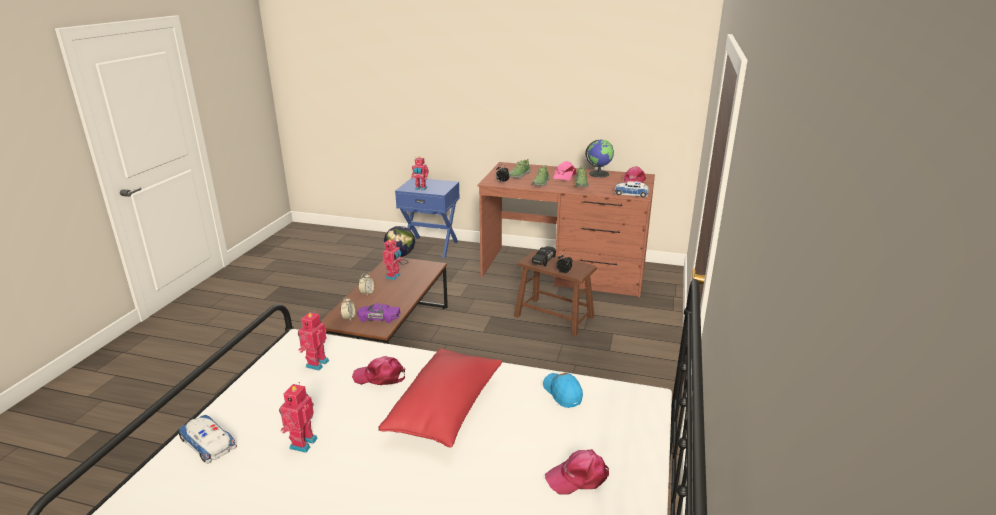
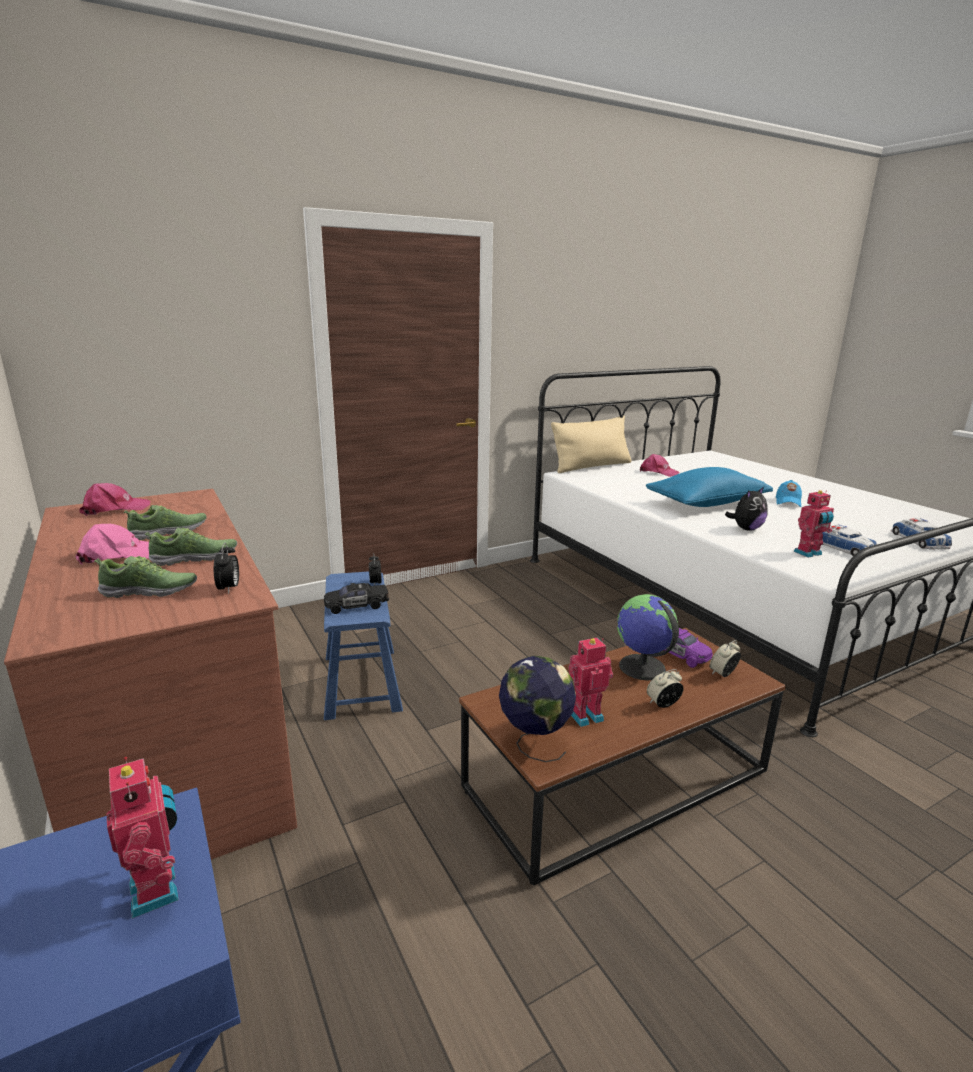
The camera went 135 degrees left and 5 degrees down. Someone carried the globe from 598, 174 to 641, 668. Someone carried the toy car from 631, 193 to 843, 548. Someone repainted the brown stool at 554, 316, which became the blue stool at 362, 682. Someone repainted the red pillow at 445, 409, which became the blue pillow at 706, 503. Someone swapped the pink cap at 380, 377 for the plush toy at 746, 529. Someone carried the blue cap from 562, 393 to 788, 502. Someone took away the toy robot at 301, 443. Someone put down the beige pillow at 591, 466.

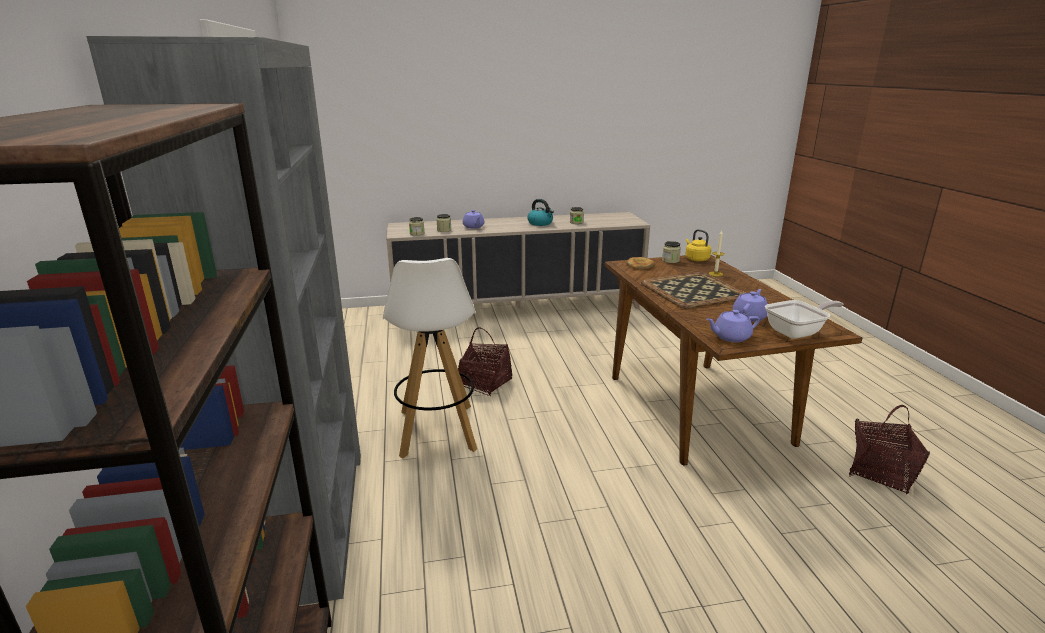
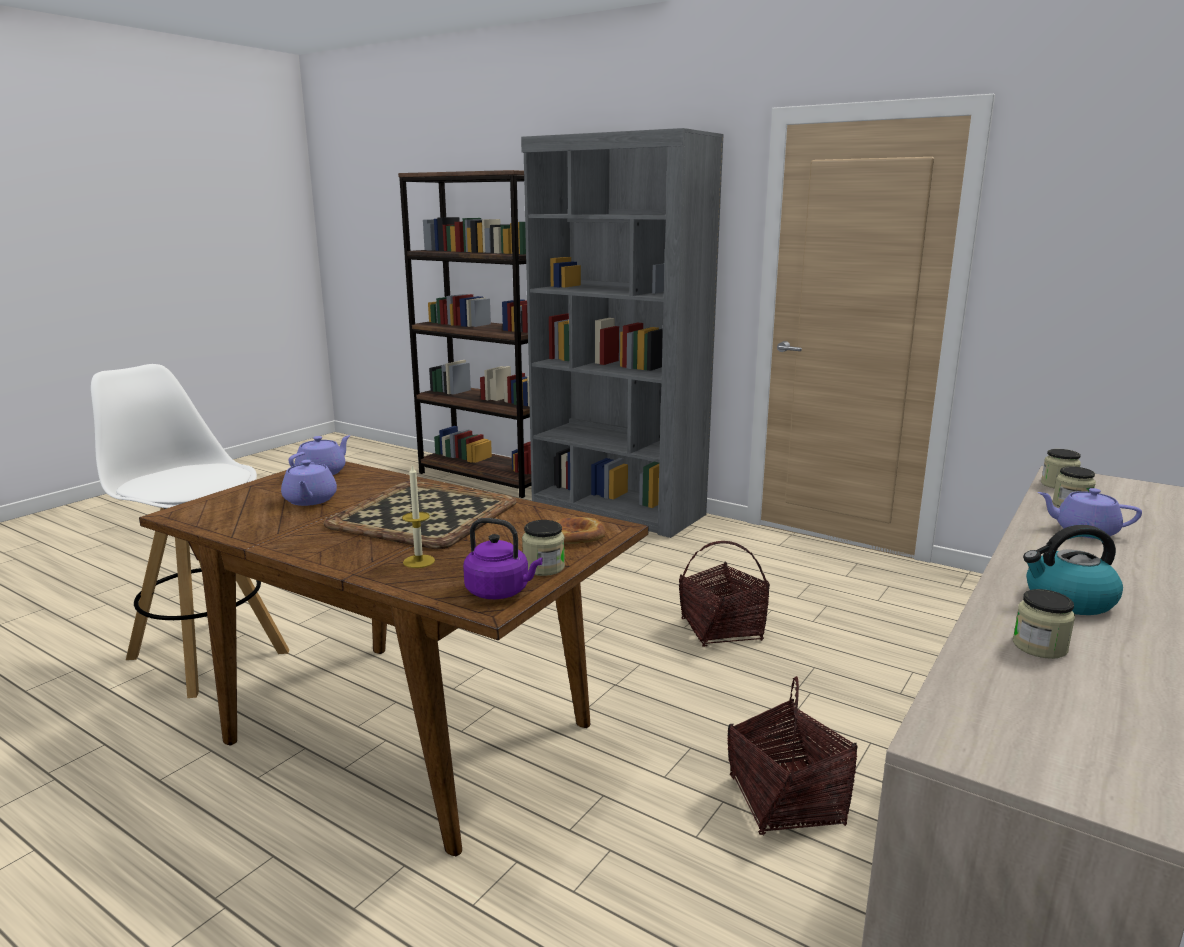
The camera went 135 degrees right and 5 degrees down. Someone repainted the yellow kettle at 696, 259, which became the purple kettle at 500, 592. Someone carried the white stool from 437, 431 to 207, 654. Someone took away the frying pan at 798, 332. Someone carried the basket from 880, 472 to 785, 801.

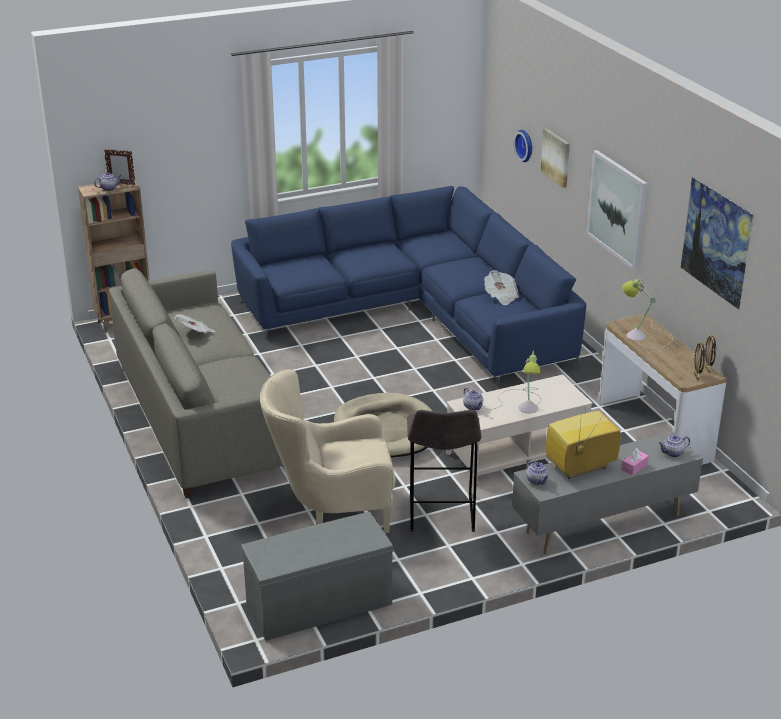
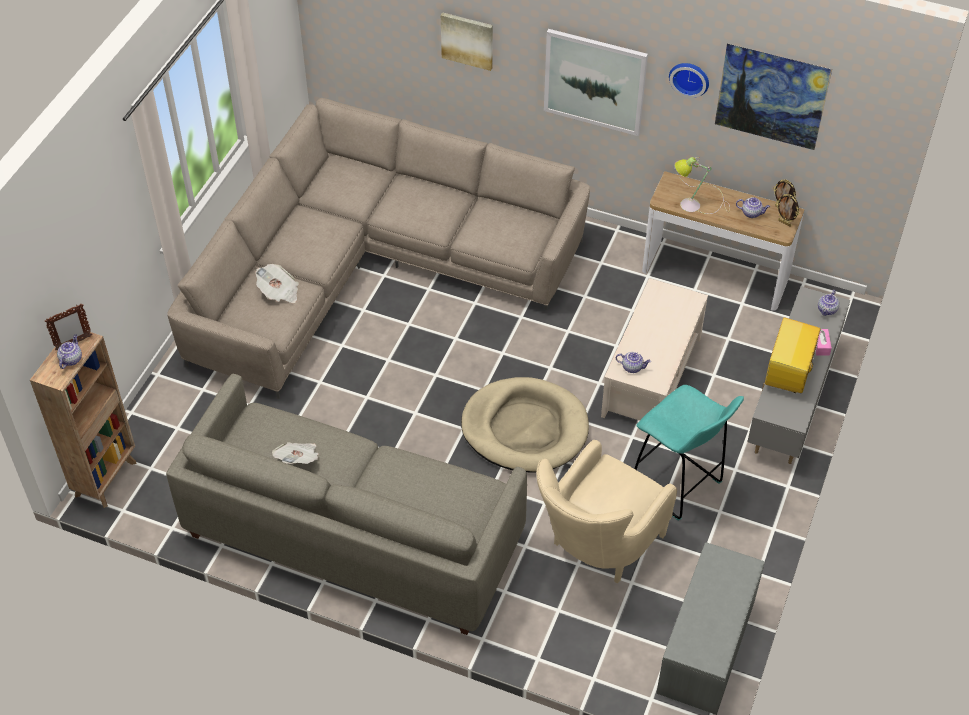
The camera went 45 degrees left and 20 degrees up. Someone carried the wall clock from 525, 145 to 690, 78. Someone repainted the blue sofa at 417, 313, which became the beige sofa at 370, 267. Someone carried the newspaper from 501, 296 to 279, 292. Someone took away the table lamp at 524, 403. Someone repainted the grey stool at 441, 515, which became the turquoise stool at 678, 485. Someone carried the teapot from 537, 481 to 751, 213.

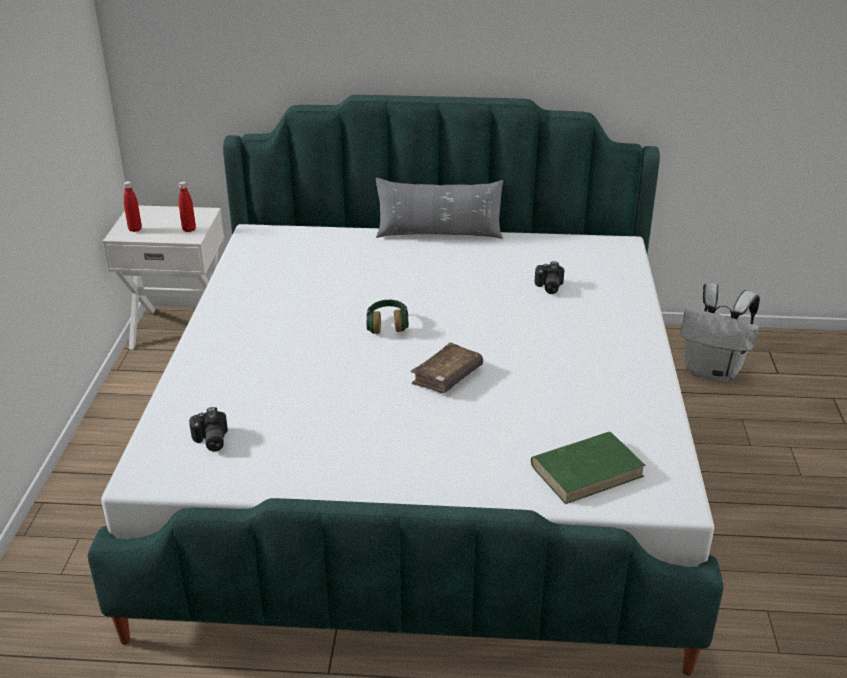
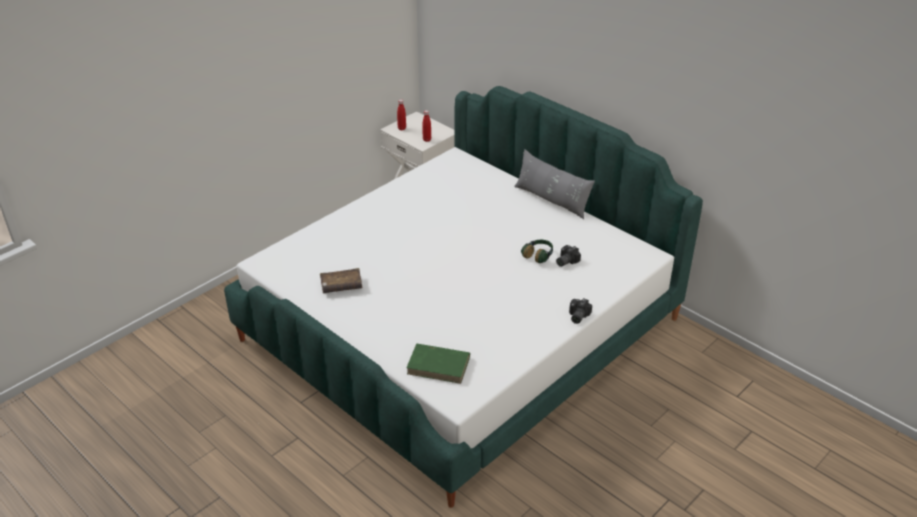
The camera went 40 degrees right and 5 degrees up. Someone took away the white backpack at 713, 372. Someone carried the headphones from 387, 324 to 538, 255. Someone carried the brown book from 447, 377 to 341, 286. Someone carried the photo camera from 210, 441 to 577, 316.

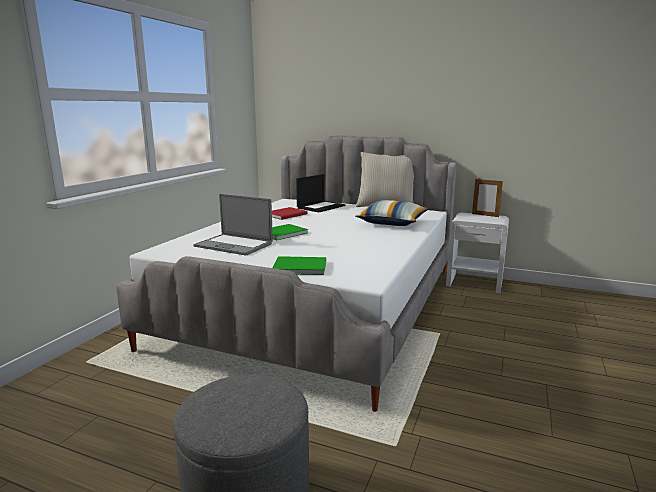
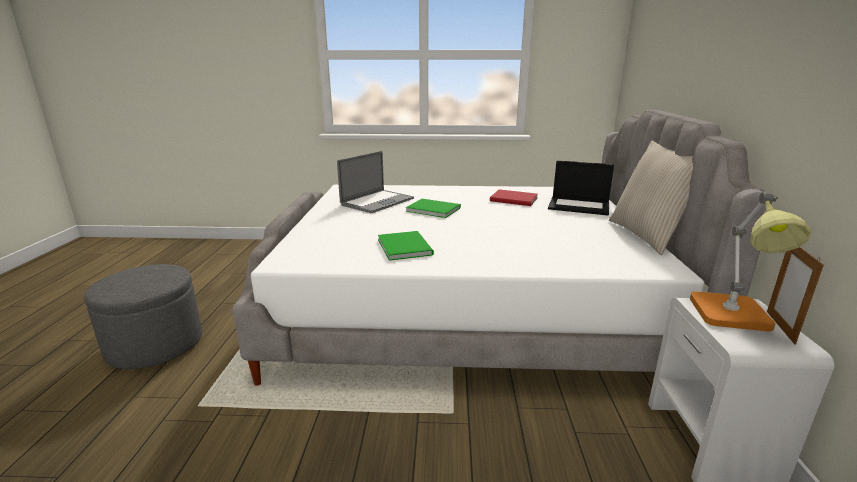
The camera went 70 degrees right and 5 degrees up. Someone rotated the laptop at 233, 245 by 150 degrees counterclockwise. Someone took away the pillow at 392, 223. Someone carried the green book from 298, 267 to 405, 246. Someone put down the table lamp at 733, 318.

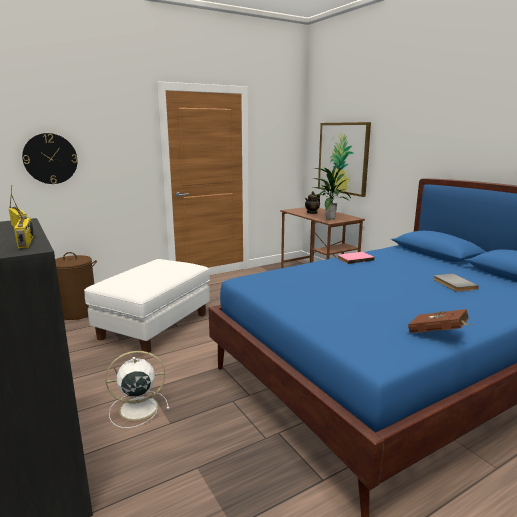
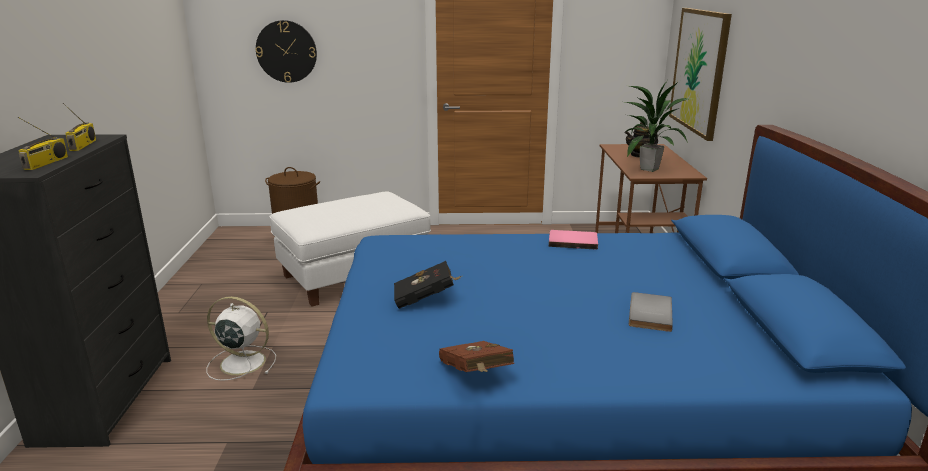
The camera went 30 degrees right and 5 degrees up. Someone put down the black book at 426, 300.

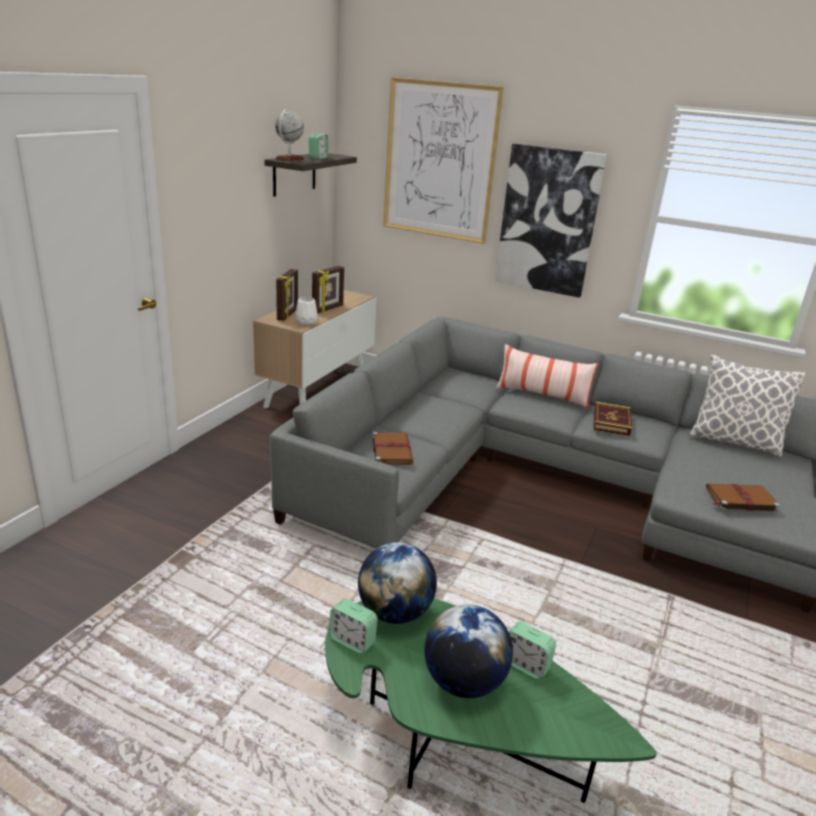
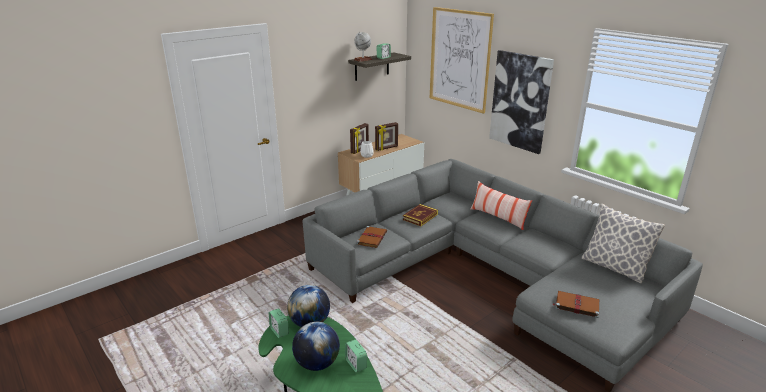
The camera went 25 degrees right and 0 degrees up. Someone carried the book from 611, 422 to 420, 217.

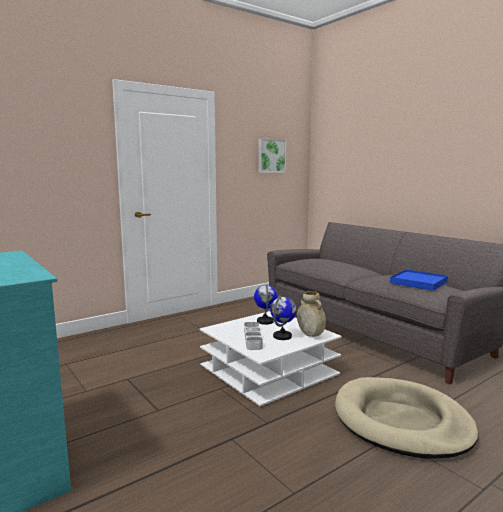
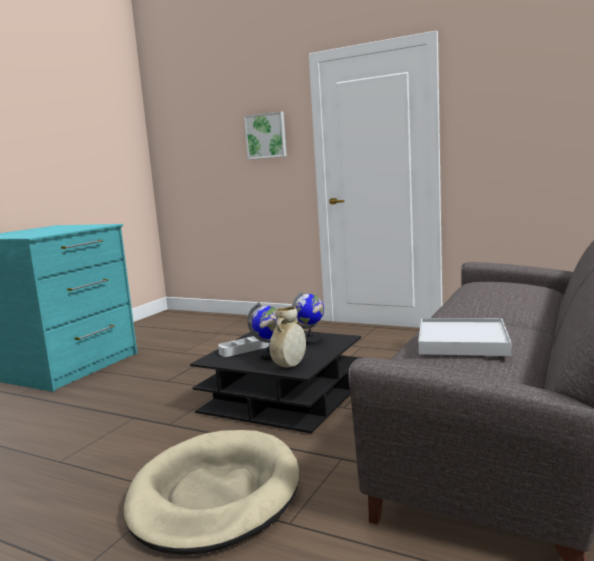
The camera went 65 degrees right and 0 degrees up. Someone carried the picture from 271, 156 to 266, 136. Someone repainted the blue tray at 418, 282, which became the white tray at 462, 341. Someone repainted the white coffee table at 268, 370, which became the black coffee table at 283, 397.

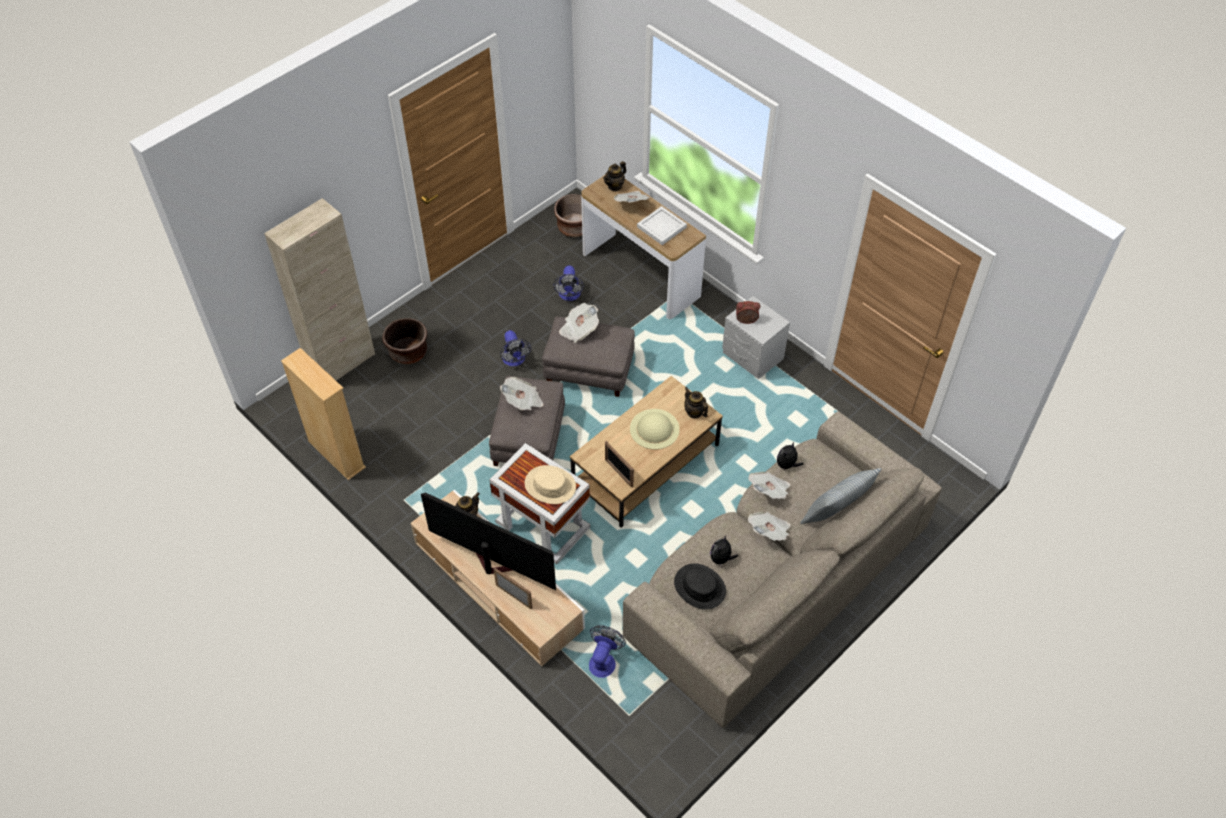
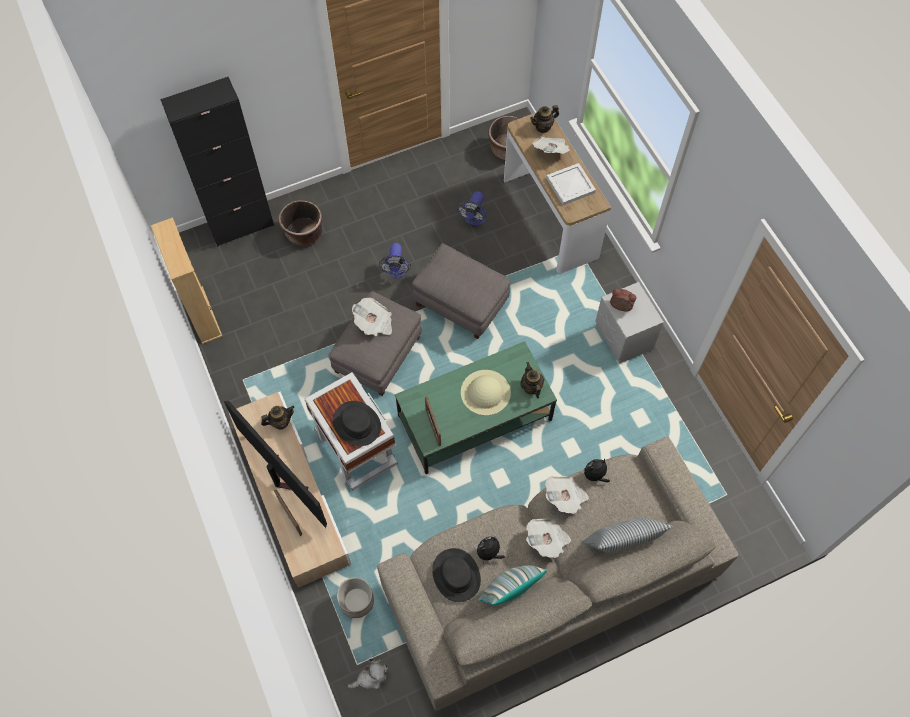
The camera went 20 degrees right and 10 degrees up. Someone repainted the beige cabinet at 342, 363, which became the black cabinet at 241, 226. Someone took away the newspaper at 579, 329. Someone repainted the brown coffee table at 646, 465, which became the green coffee table at 475, 418. Someone repainted the beige hat at 550, 485, which became the black hat at 357, 424. Someone swapped the fan at 604, 660 for the planter at 356, 601. Someone put down the pillow at 510, 590. Someone put down the plush toy at 371, 677.

